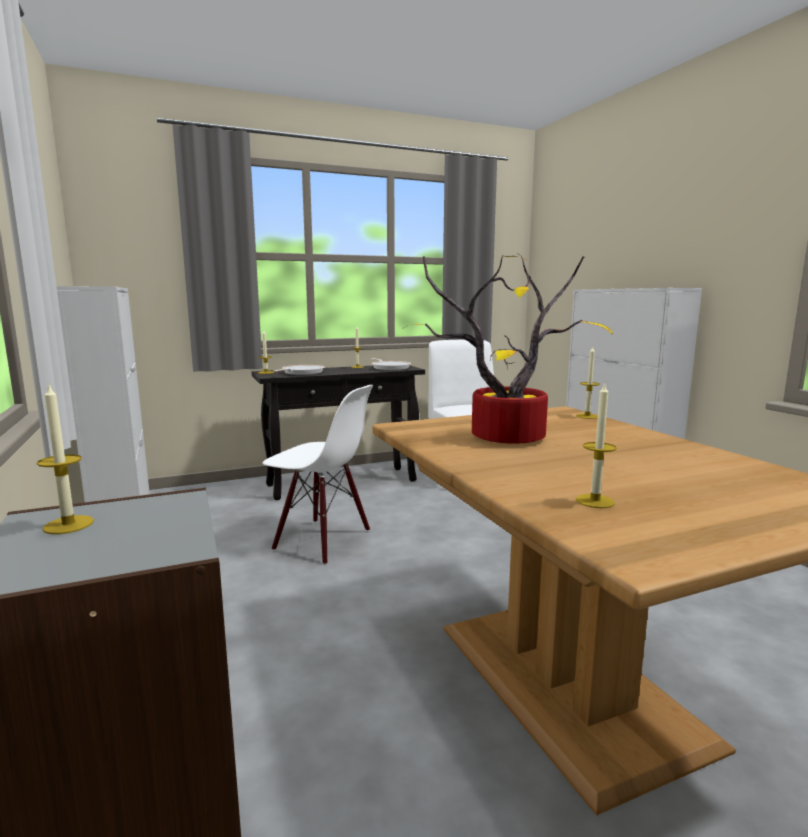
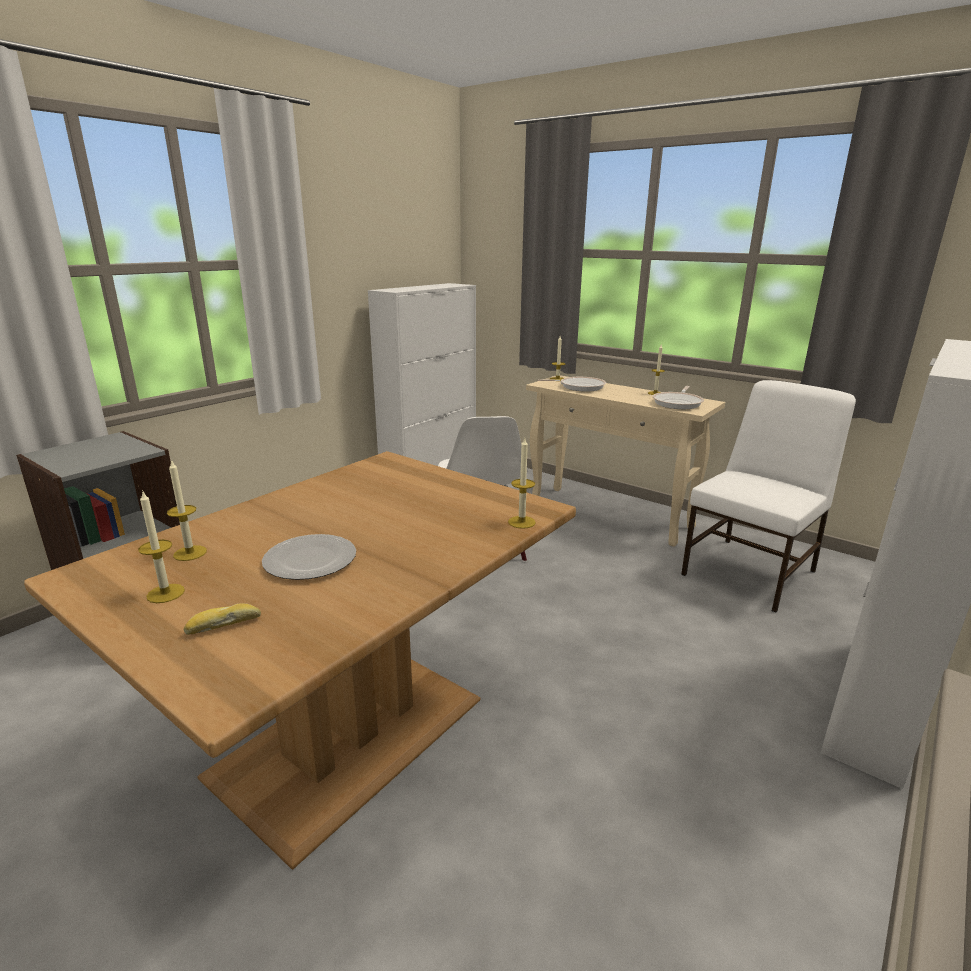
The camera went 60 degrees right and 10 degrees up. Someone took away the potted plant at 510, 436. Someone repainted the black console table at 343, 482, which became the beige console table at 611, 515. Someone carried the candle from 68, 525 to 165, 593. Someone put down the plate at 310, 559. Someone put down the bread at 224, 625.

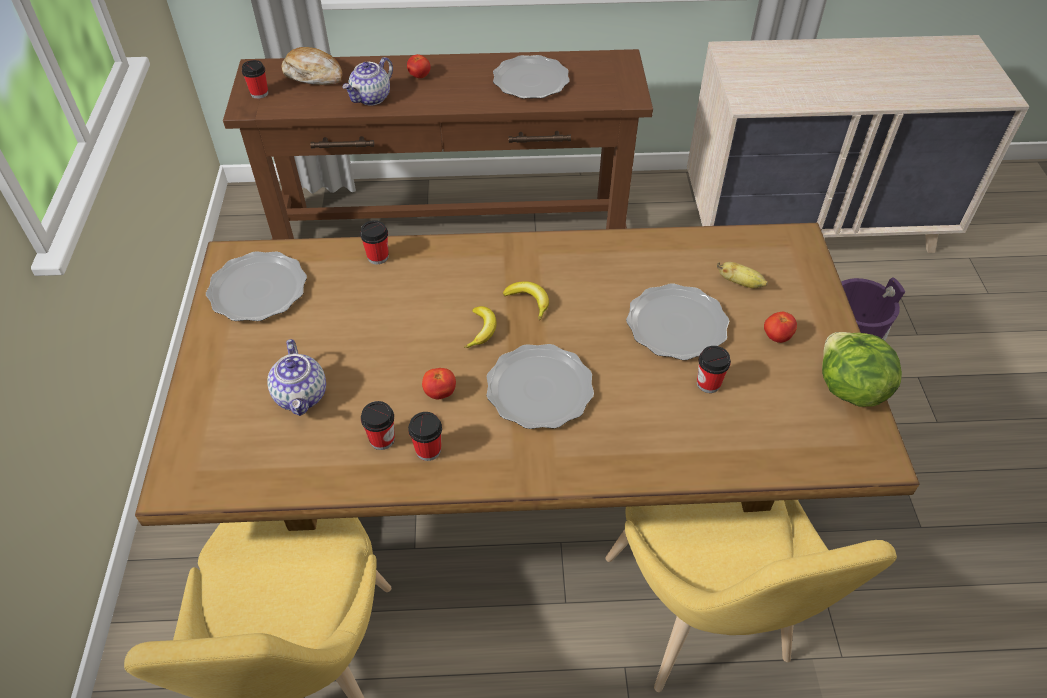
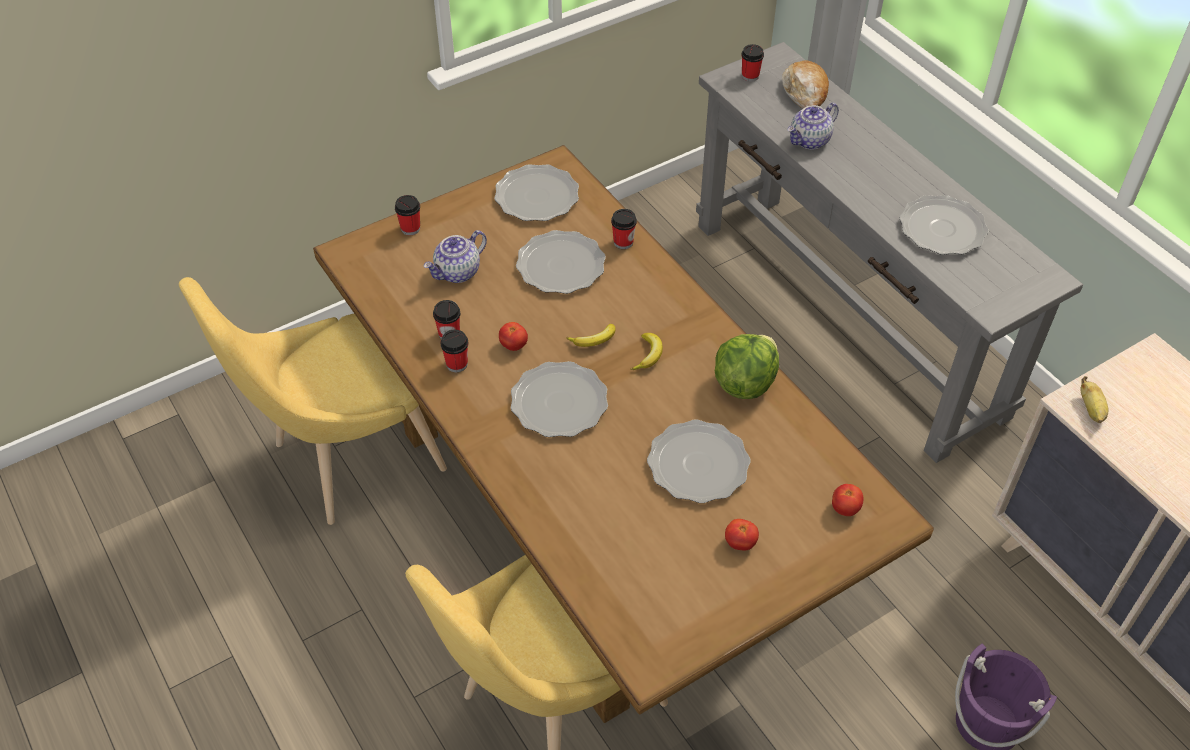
The camera went 60 degrees right and 0 degrees up. Someone repainted the brown console table at 452, 230, which became the grey console table at 844, 316. Someone carried the tomato from 419, 76 to 845, 508. Someone rotated the teapot at 371, 98 by 45 degrees counterclockwise. Someone carried the banana from 740, 283 to 1091, 410. Someone carried the lettuce from 848, 389 to 744, 383. Someone carried the cup from 708, 383 to 410, 228. Someone put down the plate at 561, 265.

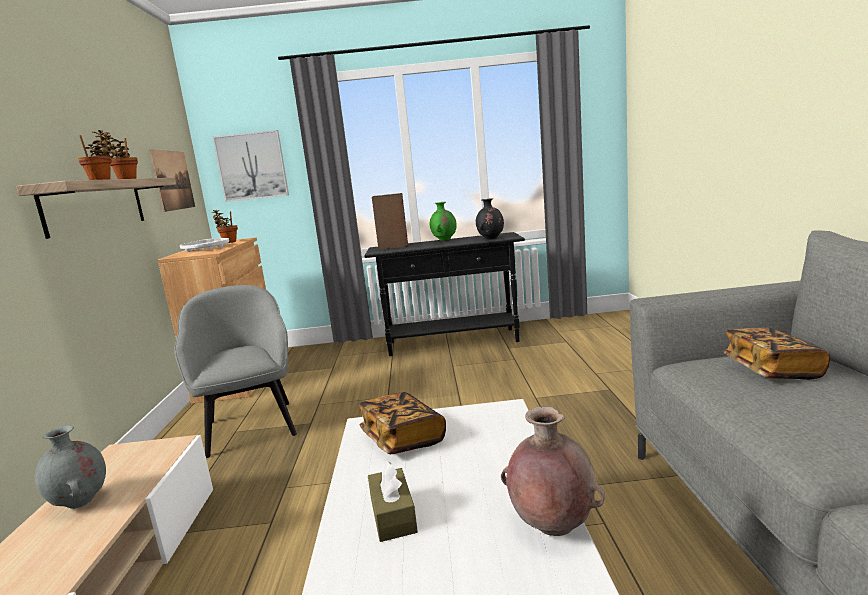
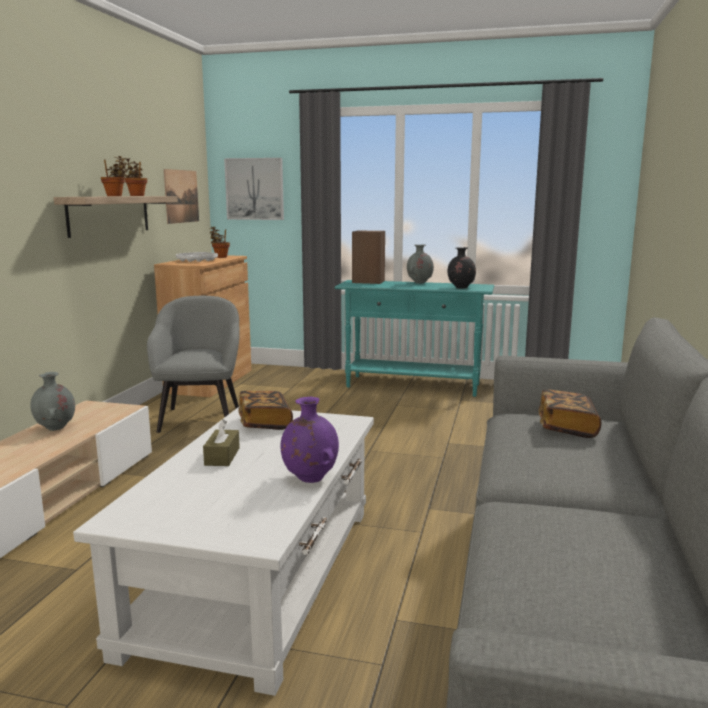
The camera went 15 degrees right and 0 degrees up. Someone repainted the green vase at 444, 240, which became the grey vase at 419, 283. Someone repainted the black console table at 453, 342, which became the turquoise console table at 413, 386. Someone repainted the brown vase at 552, 526, which became the purple vase at 309, 478.

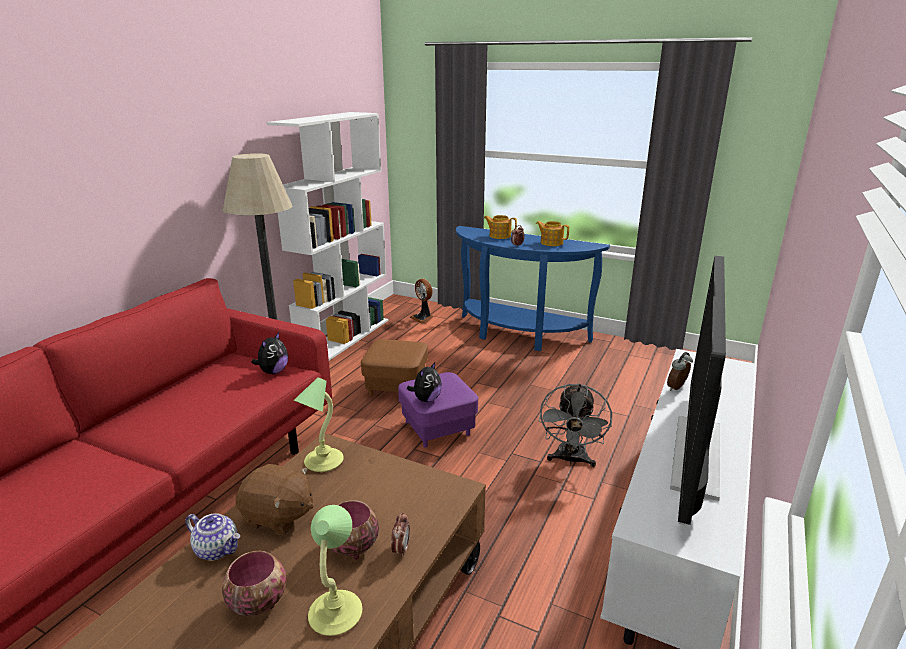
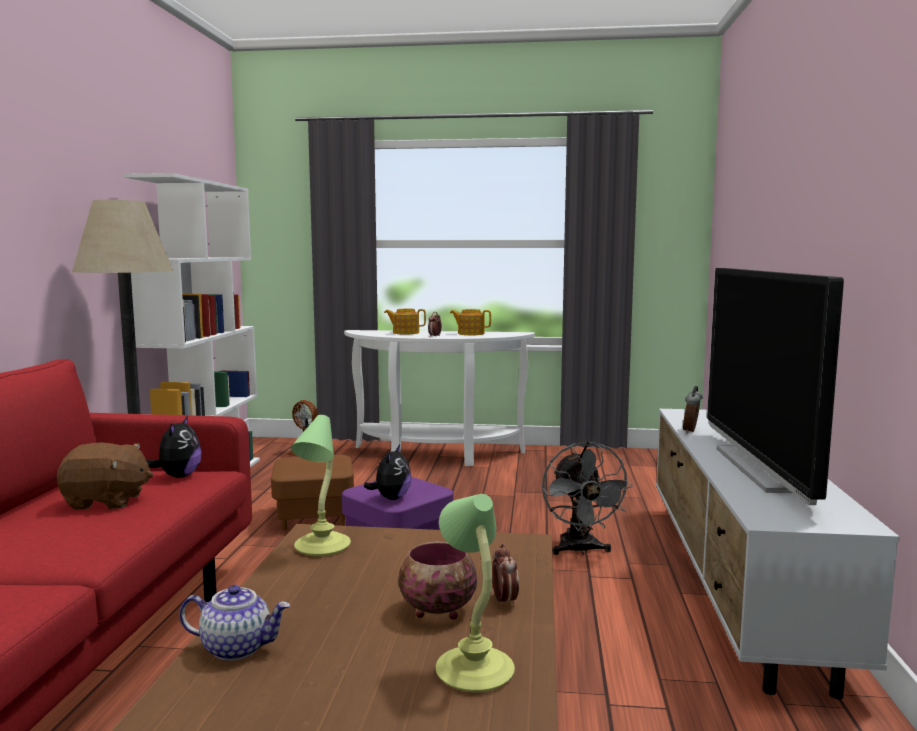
The camera went 20 degrees left and 15 degrees down. Someone repainted the blue console table at 518, 334, which became the white console table at 436, 455. Someone carried the brown plush toy from 278, 517 to 106, 501. Someone took away the bowl at 257, 601.

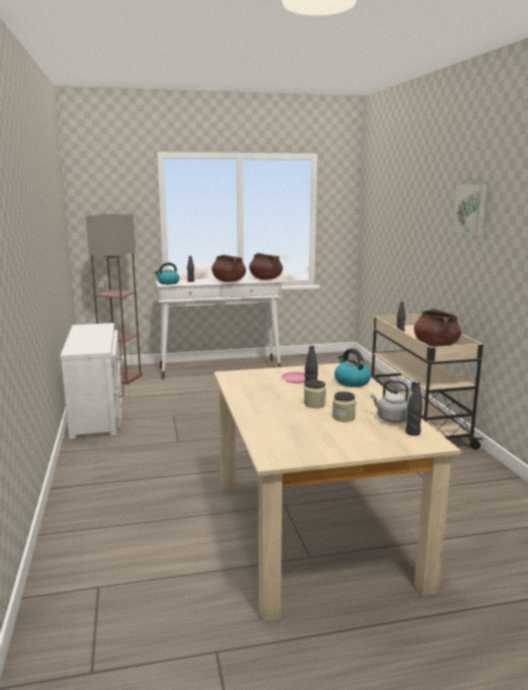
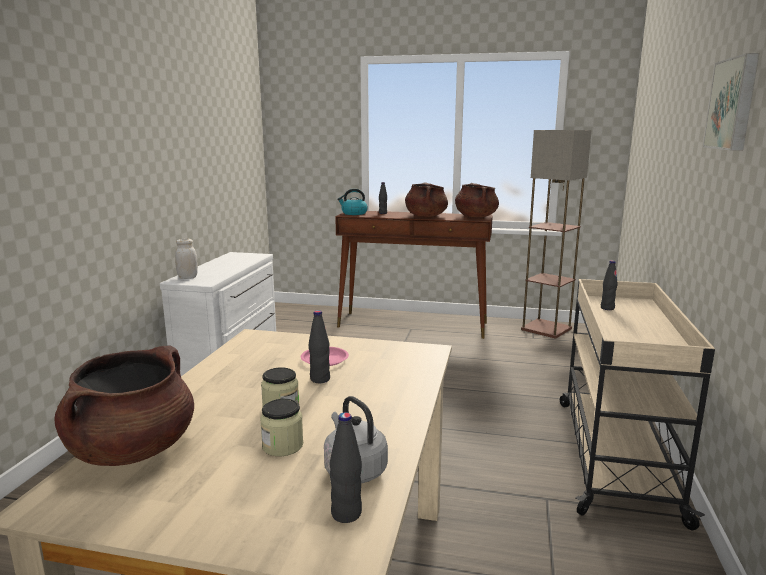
The camera went 25 degrees right and 0 degrees up. Someone carried the floor lamp from 122, 377 to 547, 329. Someone repainted the white console table at 220, 369, which became the brown console table at 413, 325. Someone carried the brown cooking pot from 435, 345 to 133, 450. Someone took away the kettle at 351, 382. Someone put down the white jar at 187, 277.

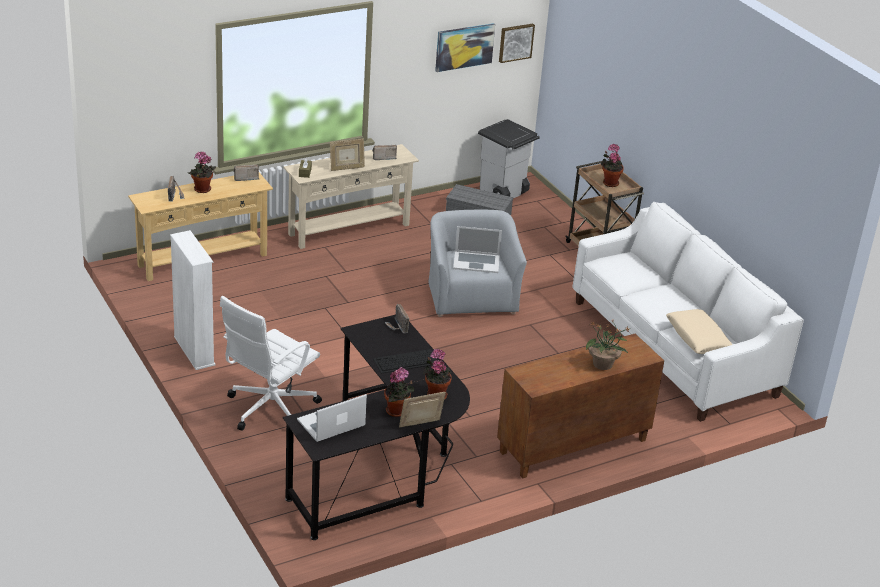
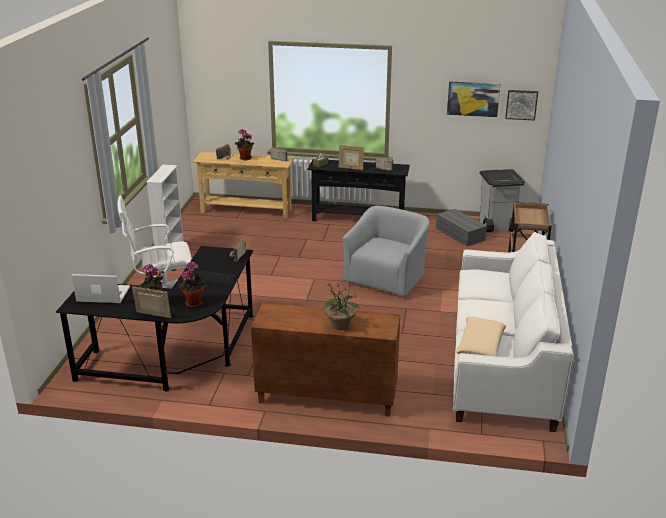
The camera went 40 degrees right and 5 degrees down. Someone repainted the beige console table at 349, 229, which became the black console table at 358, 219. Someone took away the potted plant at 609, 182. Someone took away the laptop at 476, 262.

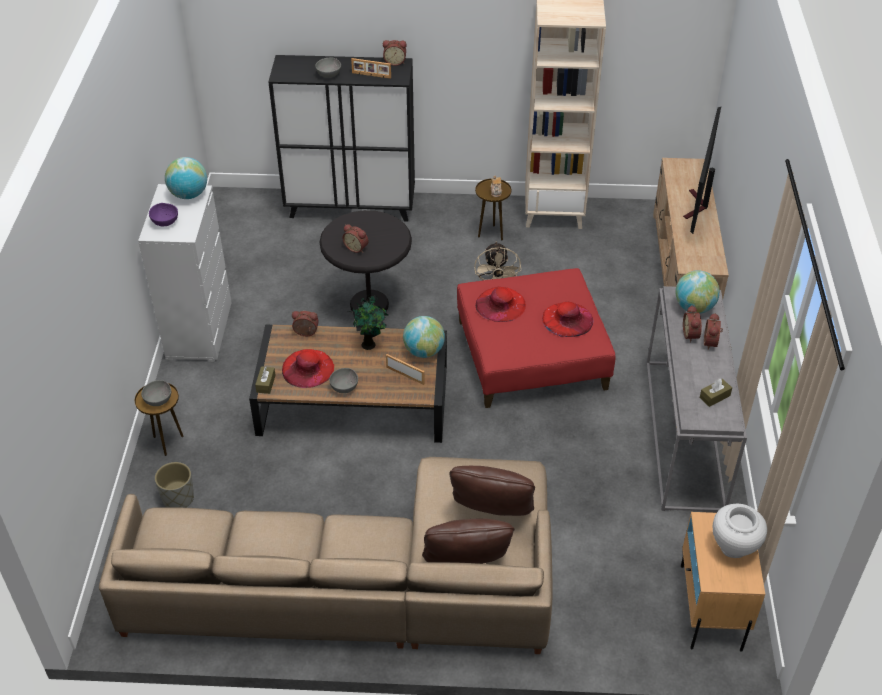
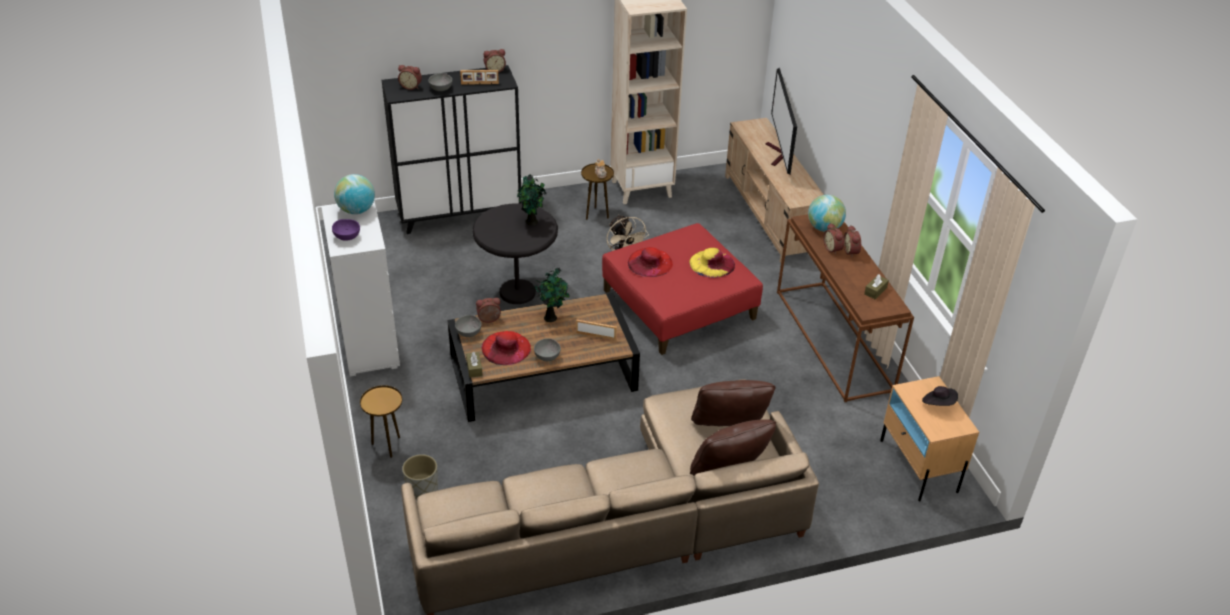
The camera went 20 degrees left and 5 degrees down. Someone carried the alarm clock from 356, 248 to 411, 86. Someone repainted the grey console table at 685, 435, which became the brown console table at 834, 340. Someone repainted the red hat at 567, 319, which became the yellow hat at 712, 263. Someone took away the globe at 424, 351. Someone carried the grey bowl from 159, 400 to 469, 332. Someone swapped the white vase at 733, 547 for the black hat at 938, 403. Someone put down the potted plant at 532, 222.

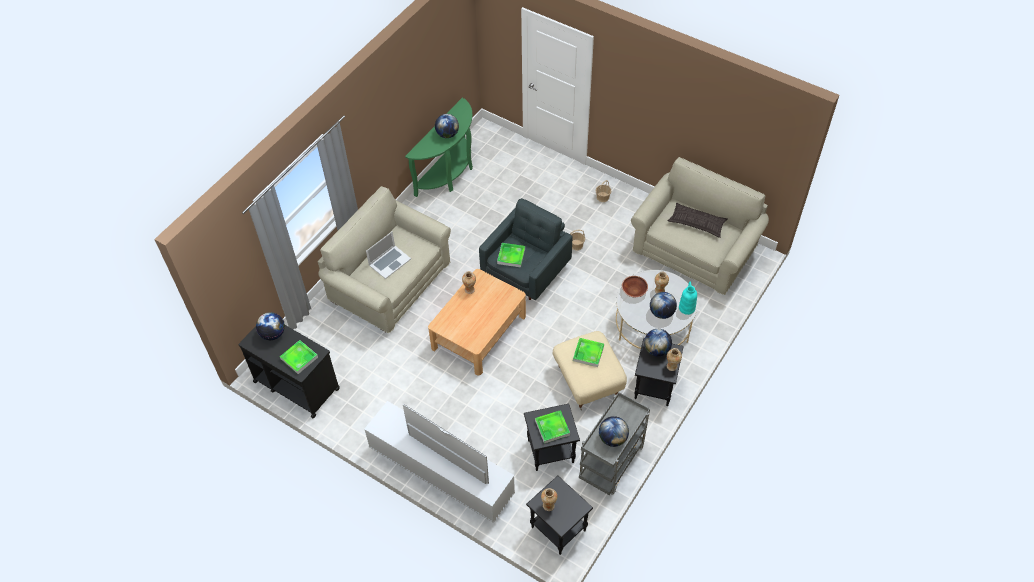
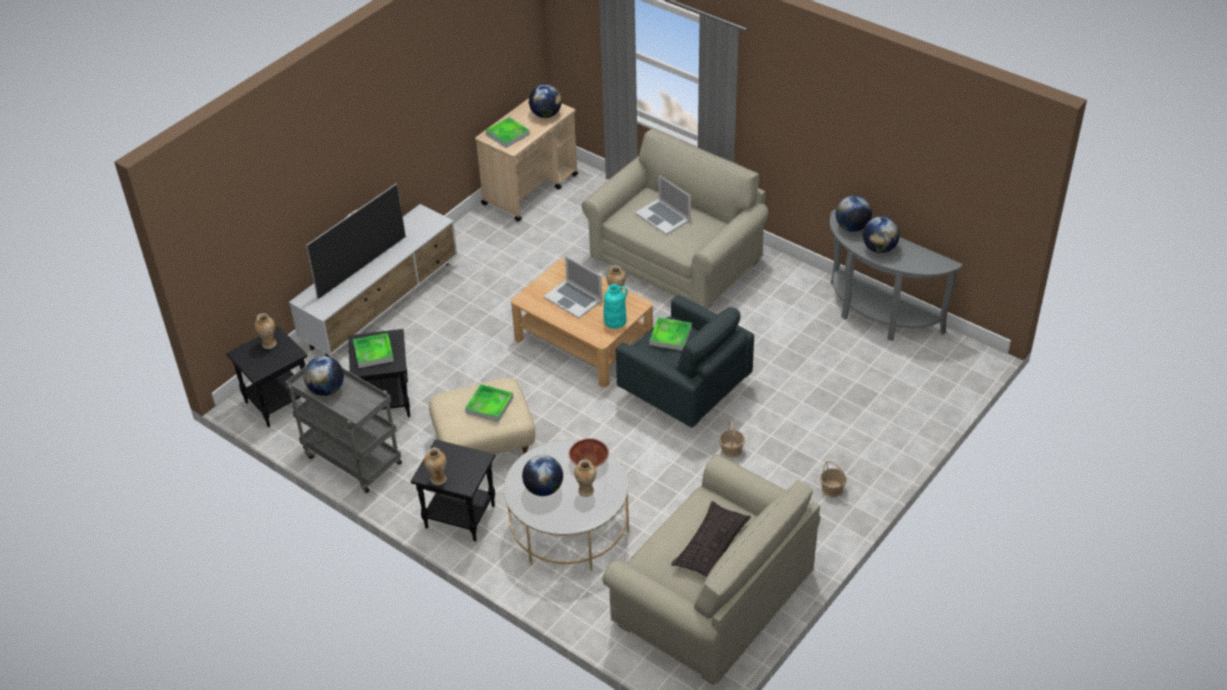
The camera went 95 degrees right and 10 degrees down. Someone repainted the green console table at 449, 173, which became the grey console table at 878, 316. Someone carried the turquoise vase from 686, 307 to 615, 321. Someone repainted the black cart at 296, 385, which became the beige cart at 531, 189. Someone carried the globe from 656, 350 to 852, 227. Someone put down the laptop at 573, 298.

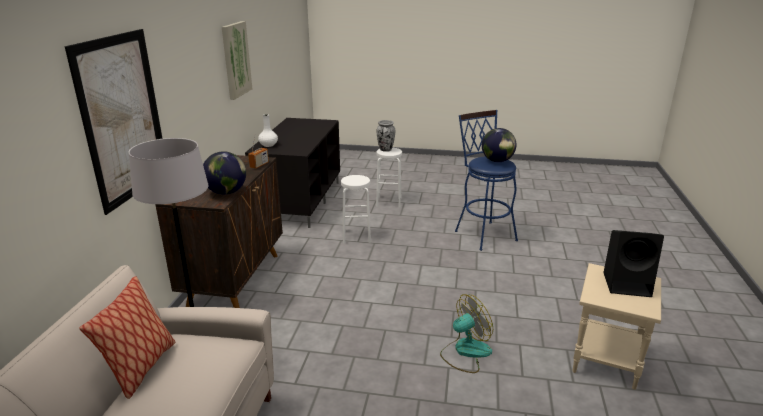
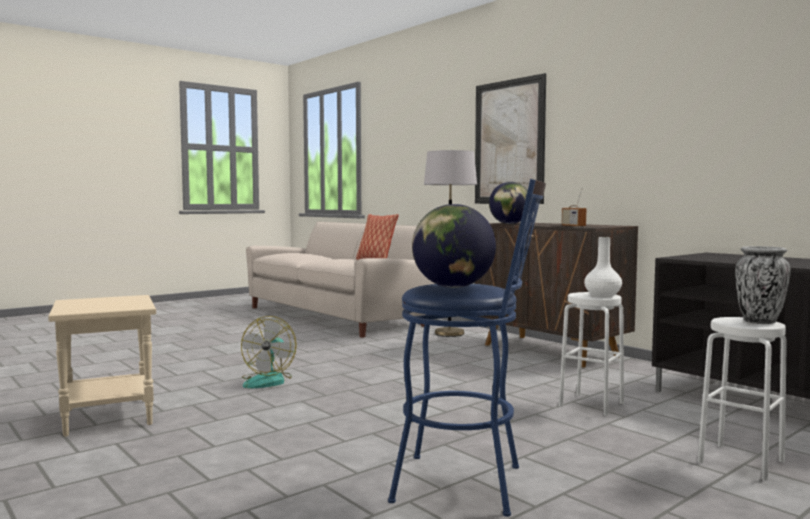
The camera went 130 degrees right and 20 degrees down. Someone took away the picture at 235, 59. Someone carried the white vase from 268, 145 to 602, 295. Someone took away the black speaker at 628, 284.

